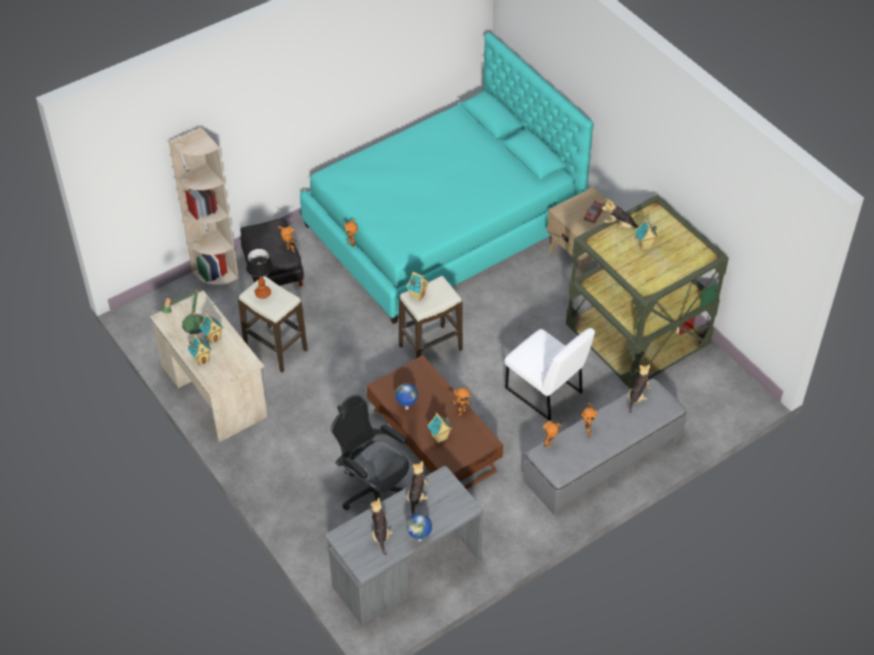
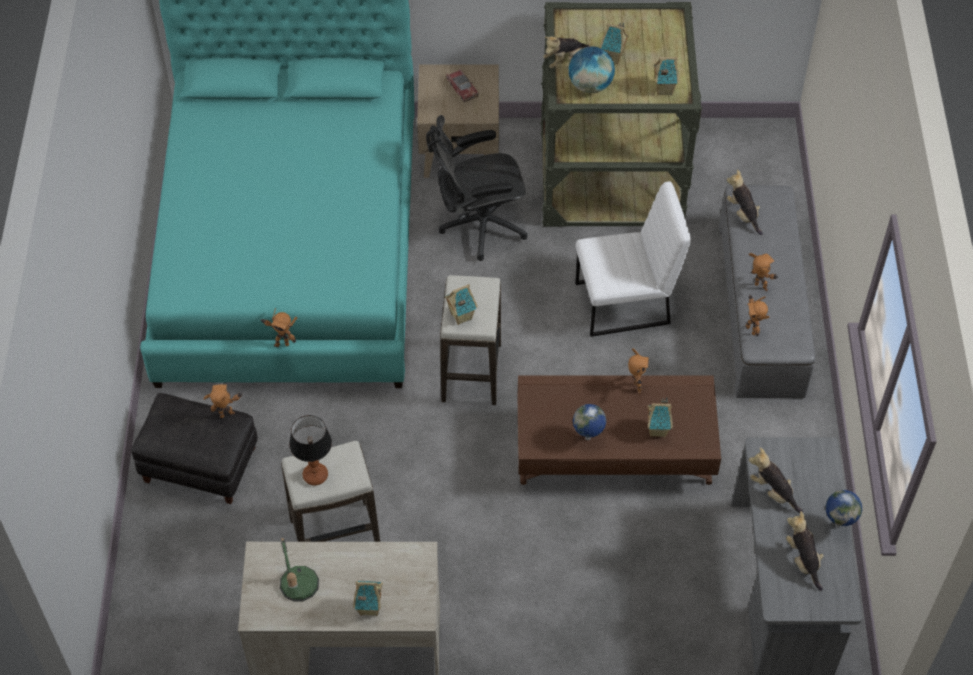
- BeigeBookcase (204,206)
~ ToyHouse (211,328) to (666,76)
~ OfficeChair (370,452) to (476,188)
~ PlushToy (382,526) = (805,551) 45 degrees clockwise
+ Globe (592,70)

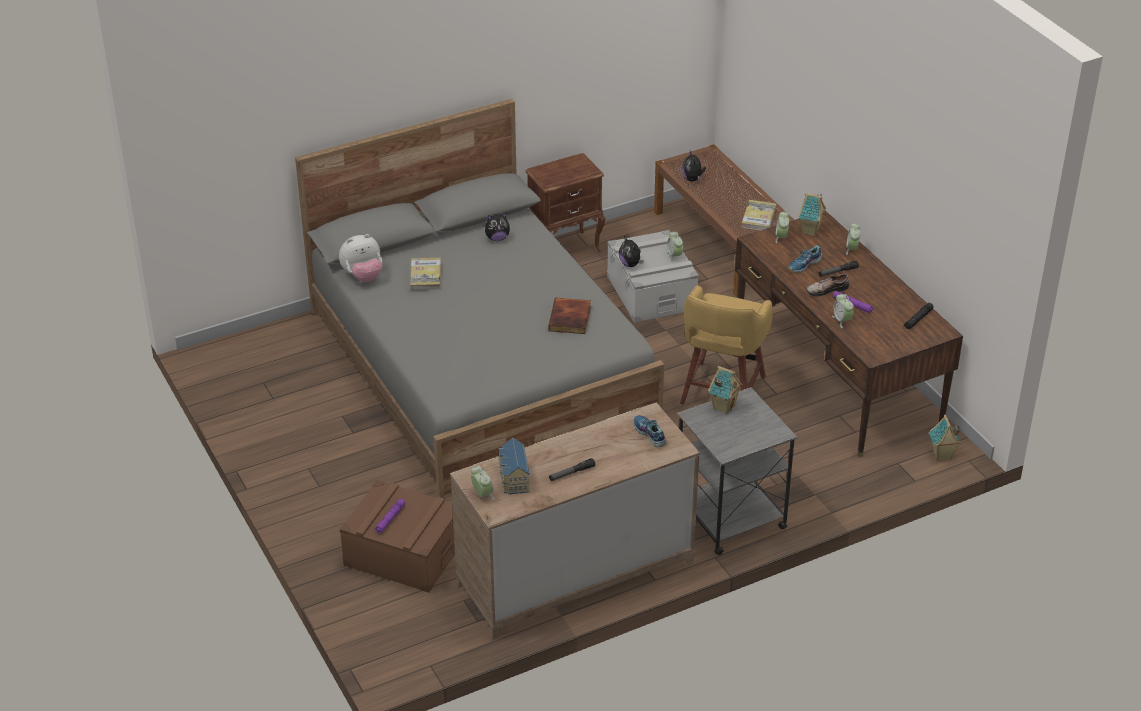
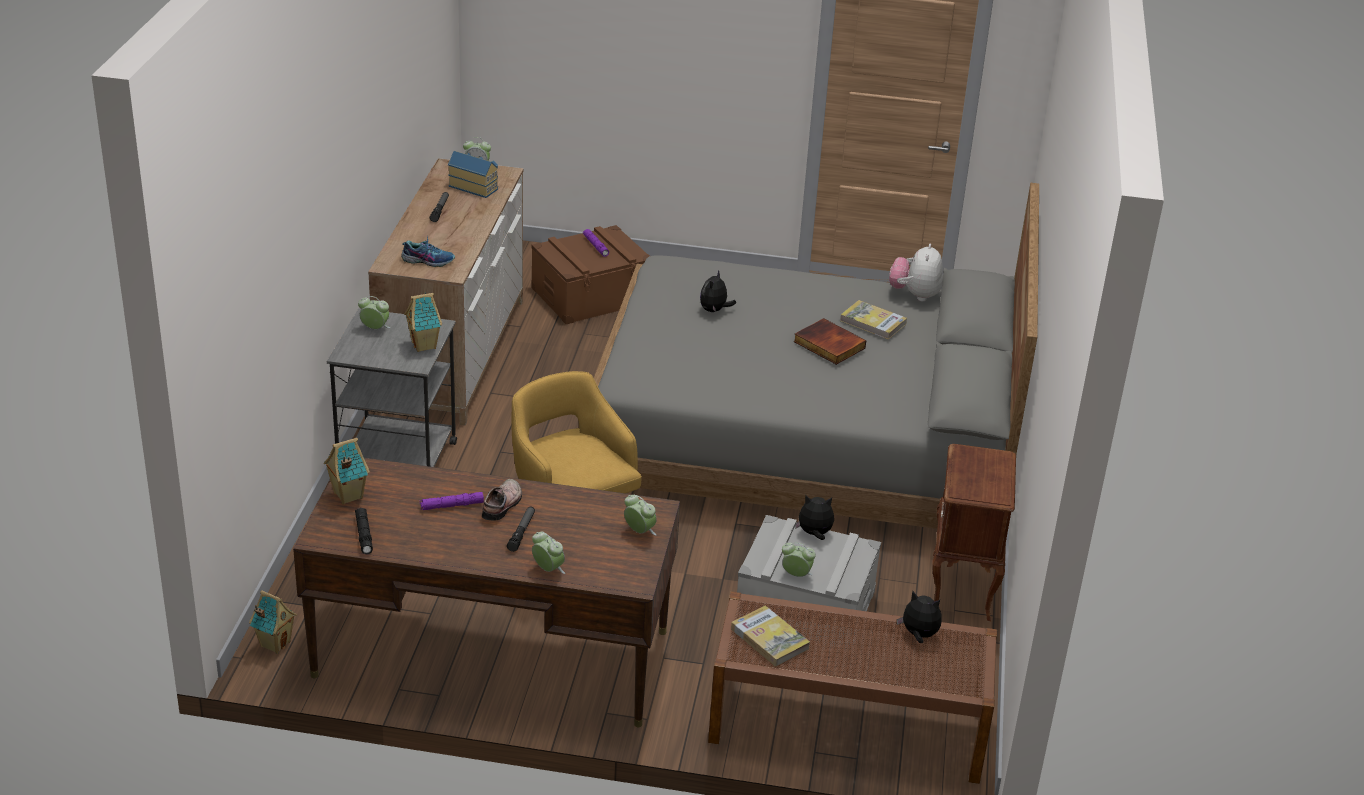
~ ToyHouse (812,214) to (347,471)
~ PlushToy (497,227) to (718,291)
- Shoe (805,259)
~ AlarmClock (843,311) to (374,312)
~ Book (569,316) to (830,341)

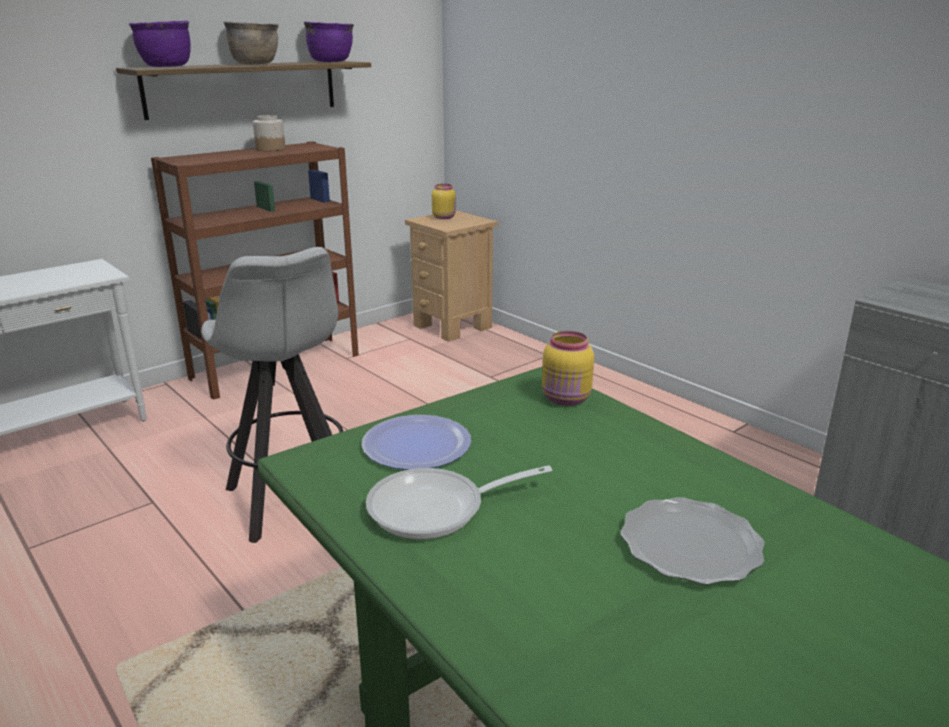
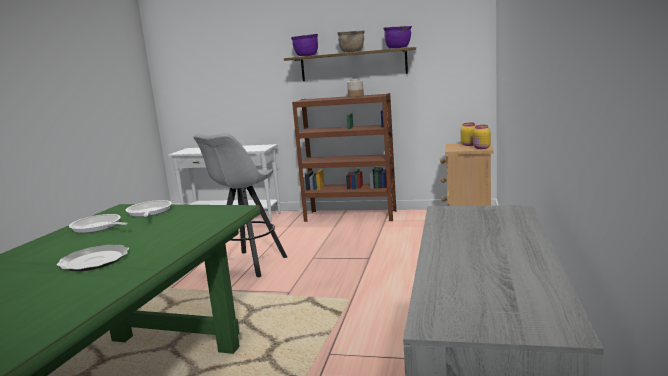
~ YellowJar (568,368) to (482,137)
~ Plate (416,442) to FryingPan (149,208)

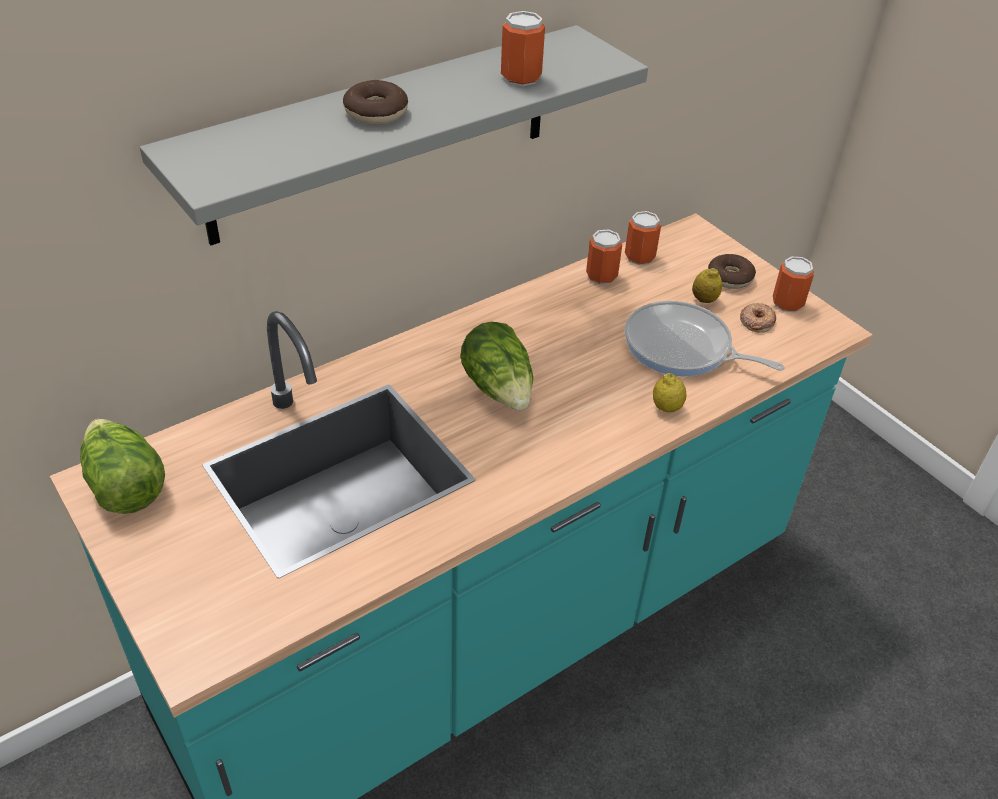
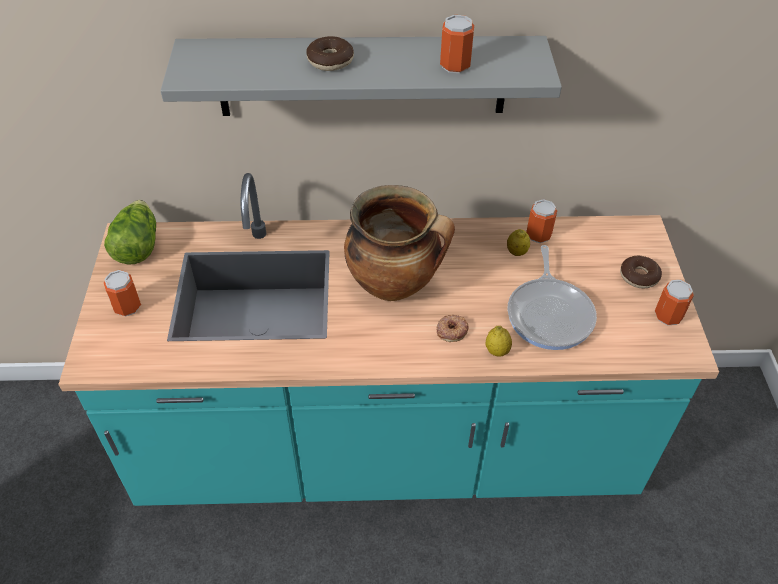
~ Can (643,238) to (122,293)
~ Lemon (707,285) to (518,242)
~ FryingPan (705,338) = (552,297) 150 degrees counterclockwise
~ Donut (758,317) to (453,328)
~ Lettuce (497,365) to CookingPot (399,243)

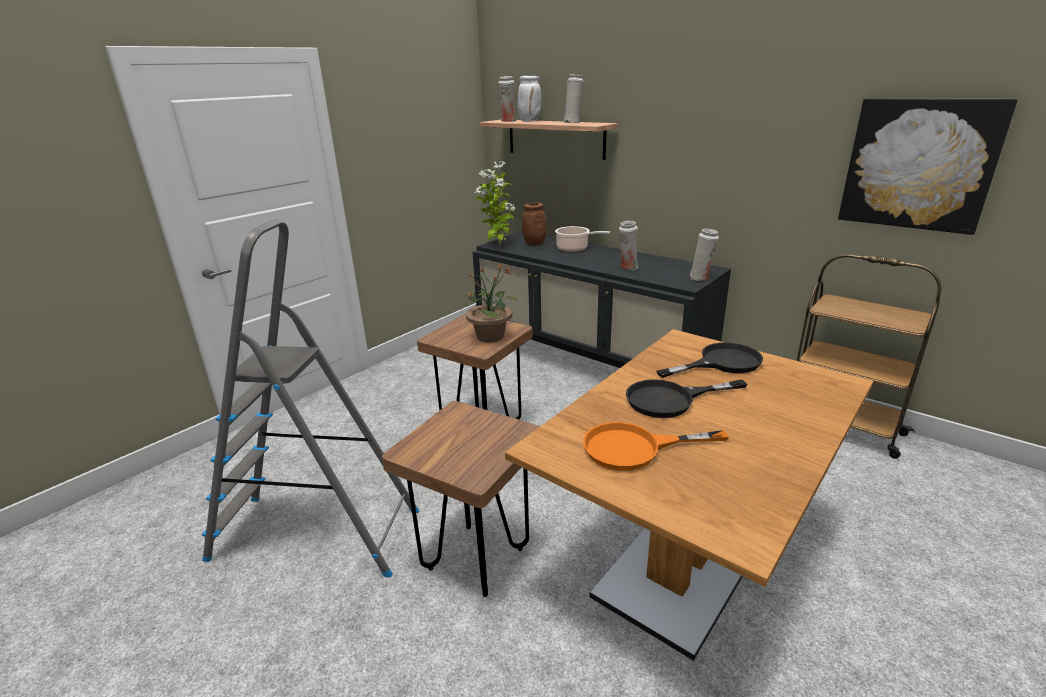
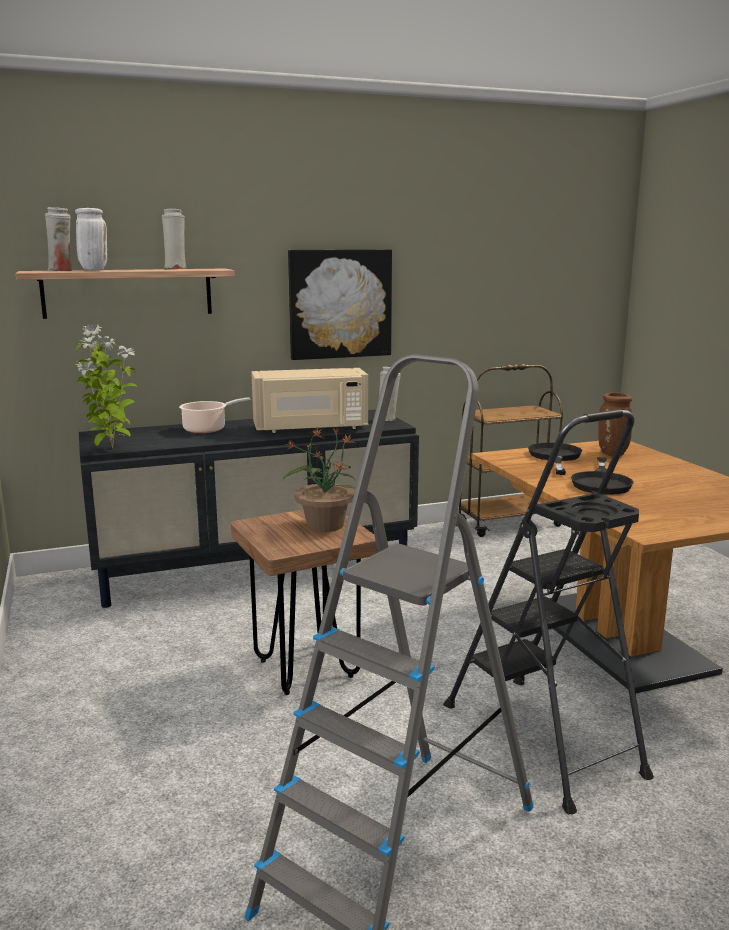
~ Picture (928,166) to (340,304)
~ BrownVase (534,223) to (615,424)
~ WhiteVase (628,245) to BeigeMicrowave (309,400)
~ BrownStool (461,499) to StepLadder (548,612)
- OrangeFryingPan (656,446)

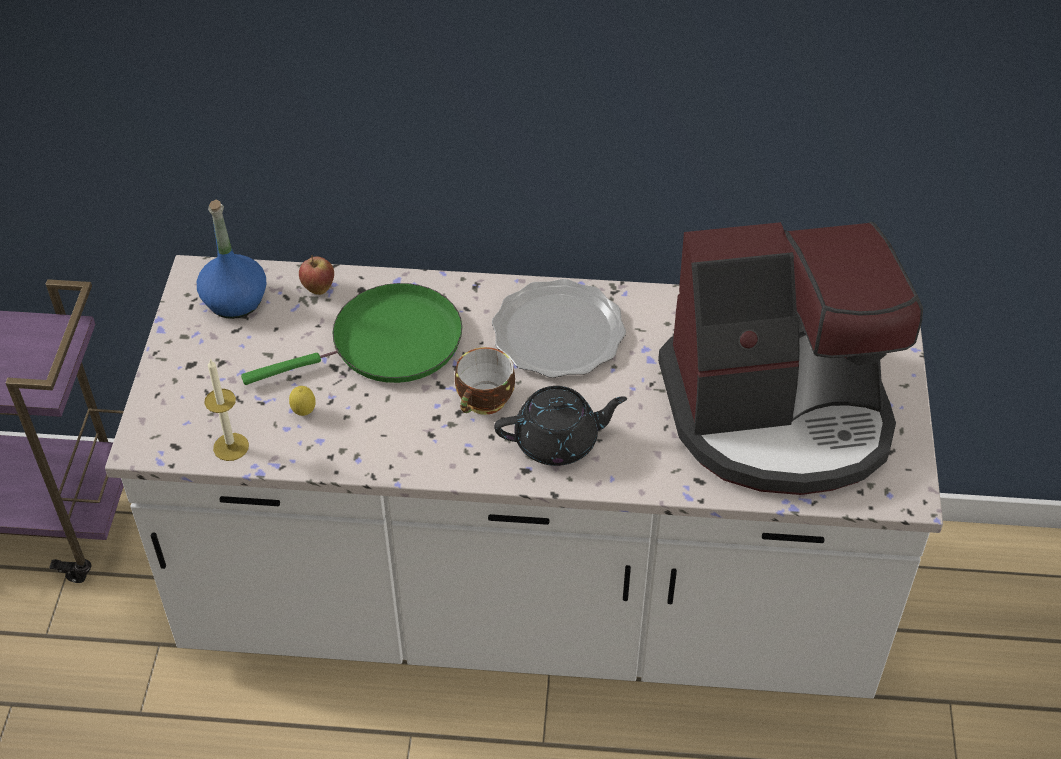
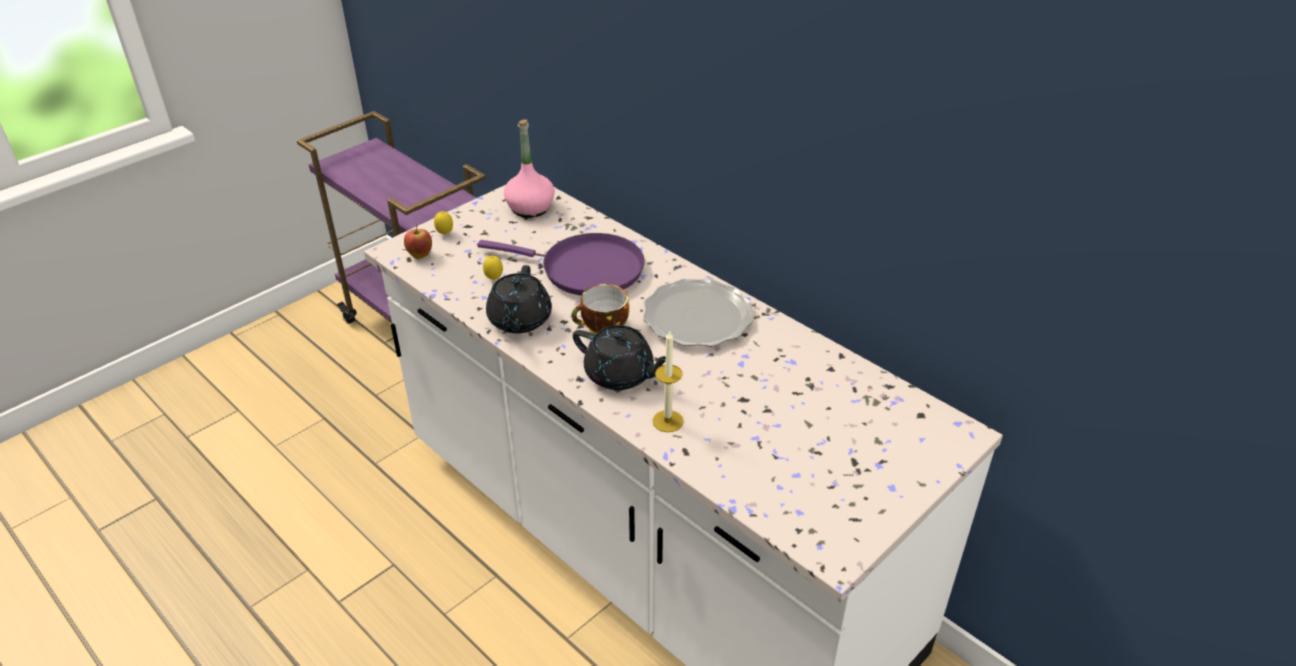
~ BlueBottle (232,259) to PinkBottle (529,168)
- CoffeeMachine (790,358)
~ Apple (316,275) to (418,242)
~ GreenFryingPan (351,334) to PurpleFryingPan (561,264)
~ Candle (226,410) to (668,381)
+ Lemon (443,223)
+ BlackTeapot (519,299)

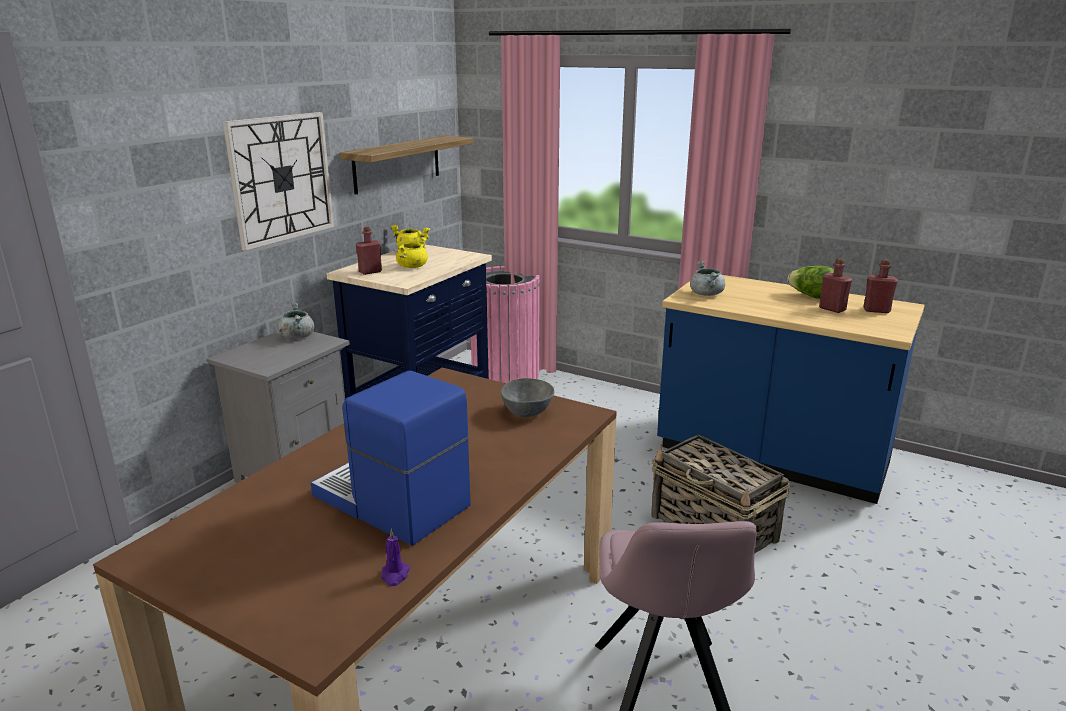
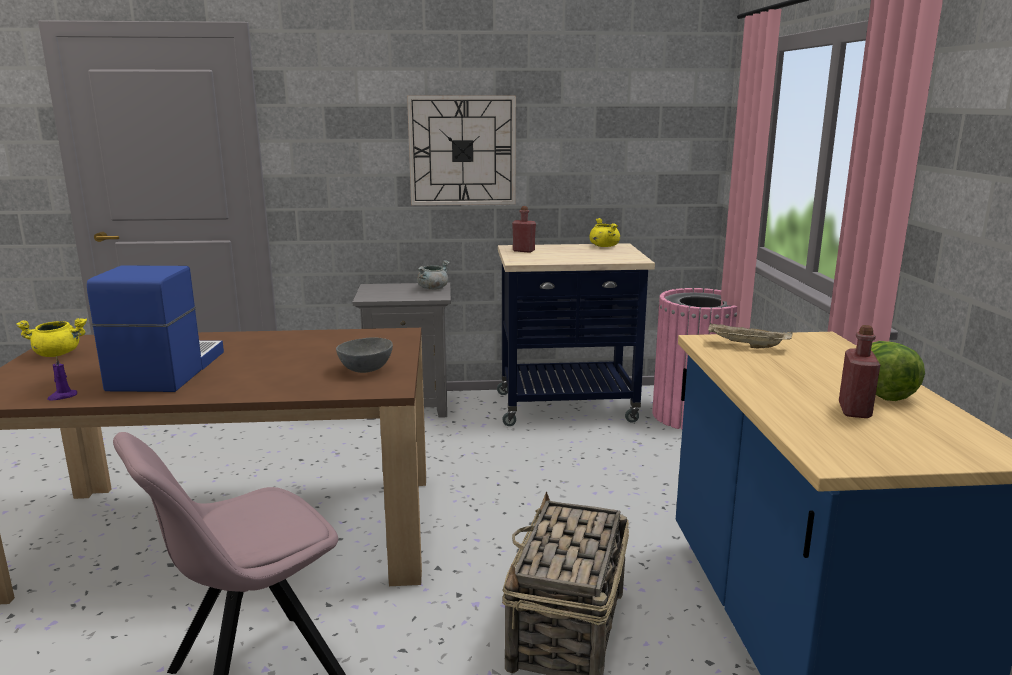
- Shelf (406,165)
~ YellowCookingPot (412,252) to (51,337)
- RedBottle (880,286)
~ GreyCookingPot (707,278) to BeigeTray (750,335)

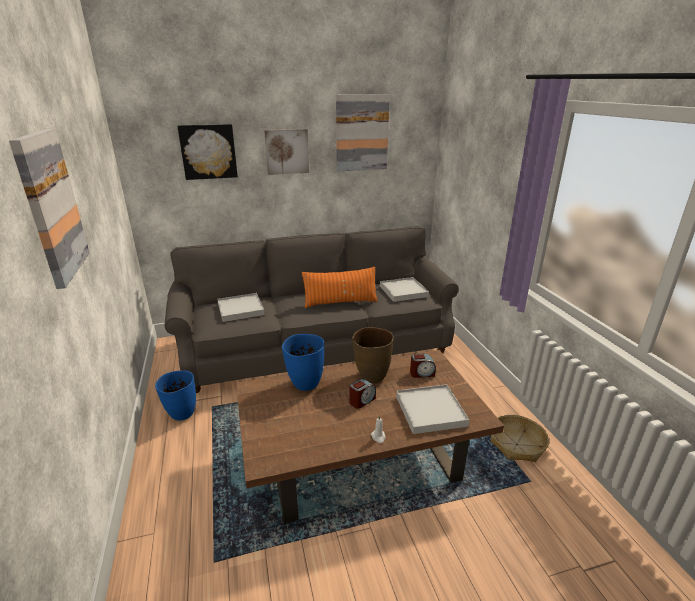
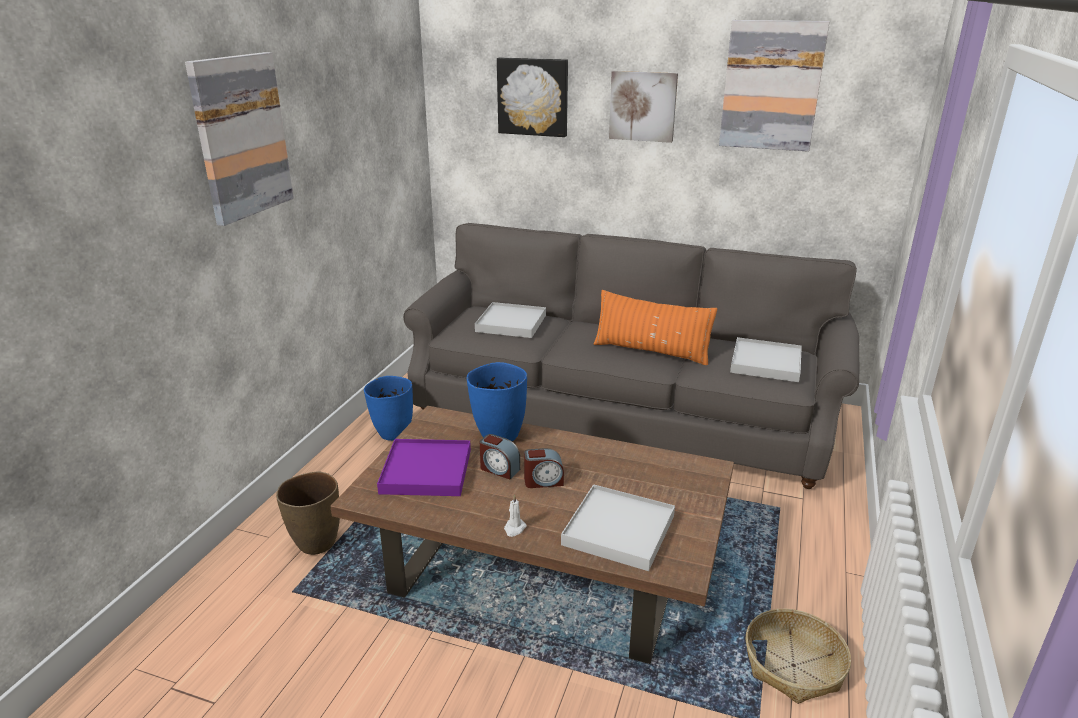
~ BrownVase (373,355) to (308,513)
~ AlarmClock (423,366) to (500,456)
+ PurpleTray (424,467)

